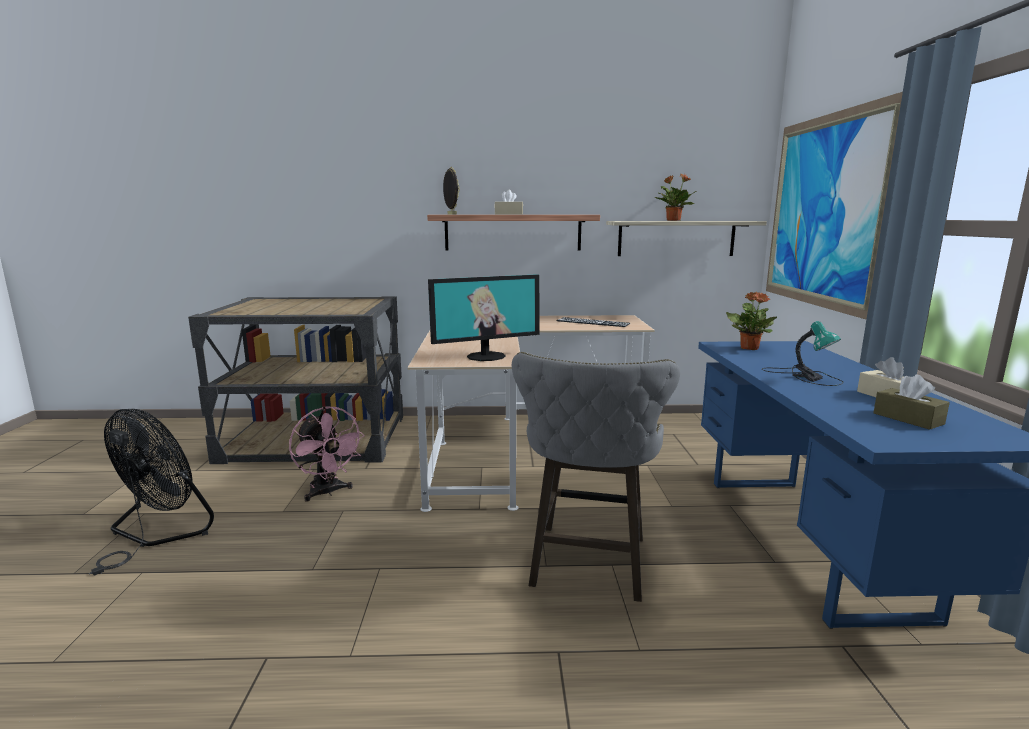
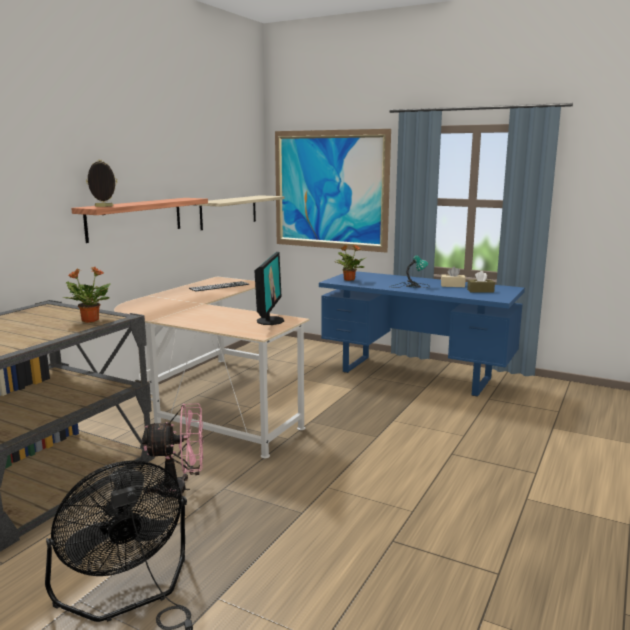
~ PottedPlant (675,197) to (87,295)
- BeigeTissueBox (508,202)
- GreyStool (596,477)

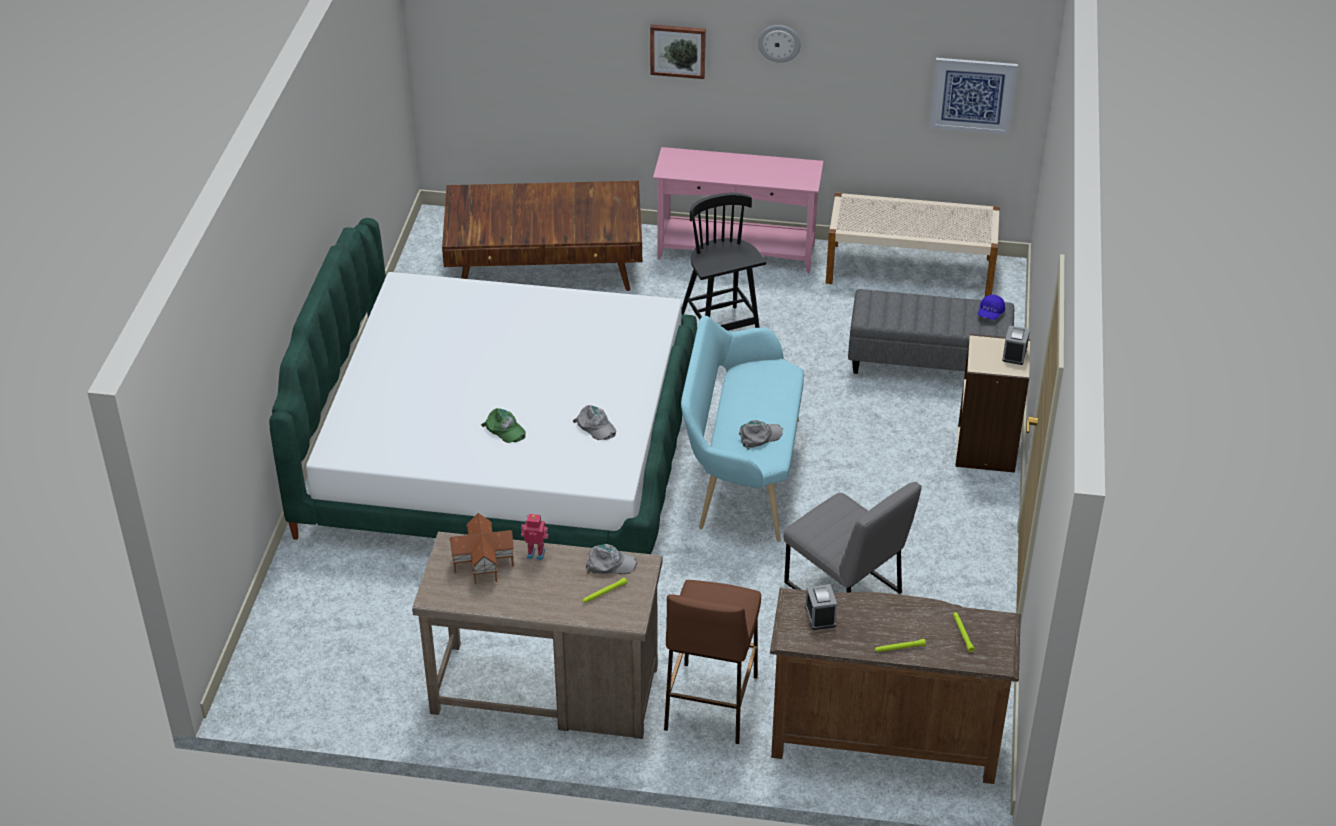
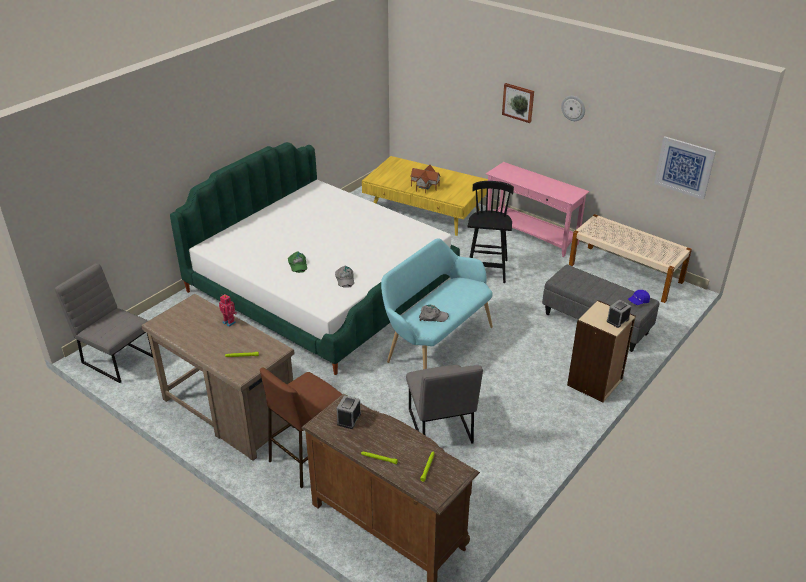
~ BrownCoffeeTable (542,236) to YellowCoffeeTable (425,196)
~ ToyHouse (481,548) to (426,179)
- GreyCap (611,559)
+ GreyChair (104,323)

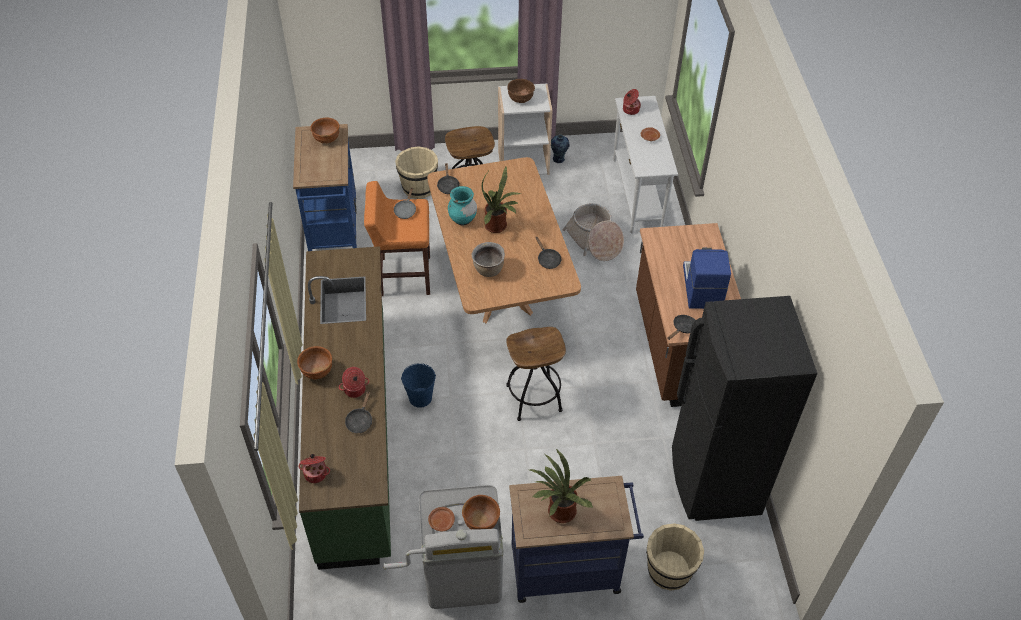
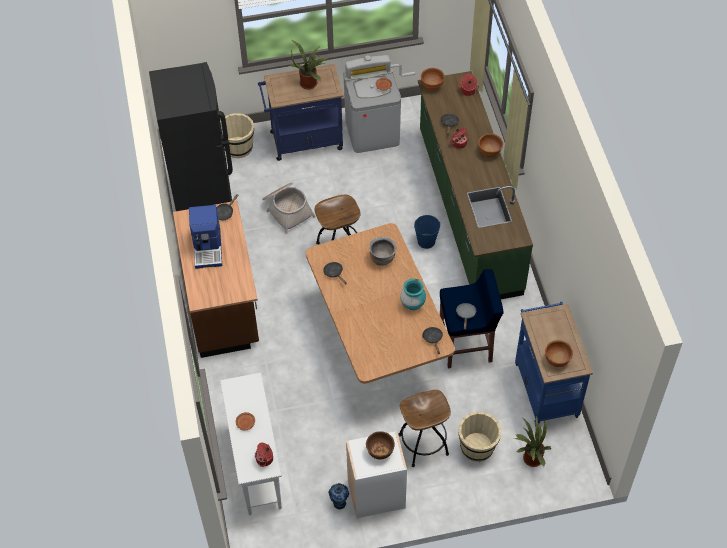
~ PottedPlant (501,200) to (532,441)
~ OrangeStool (397,238) to BlueStool (472,319)
~ Basket (593,232) to (289,208)
~ BrownBowl (481,512) to (433,79)

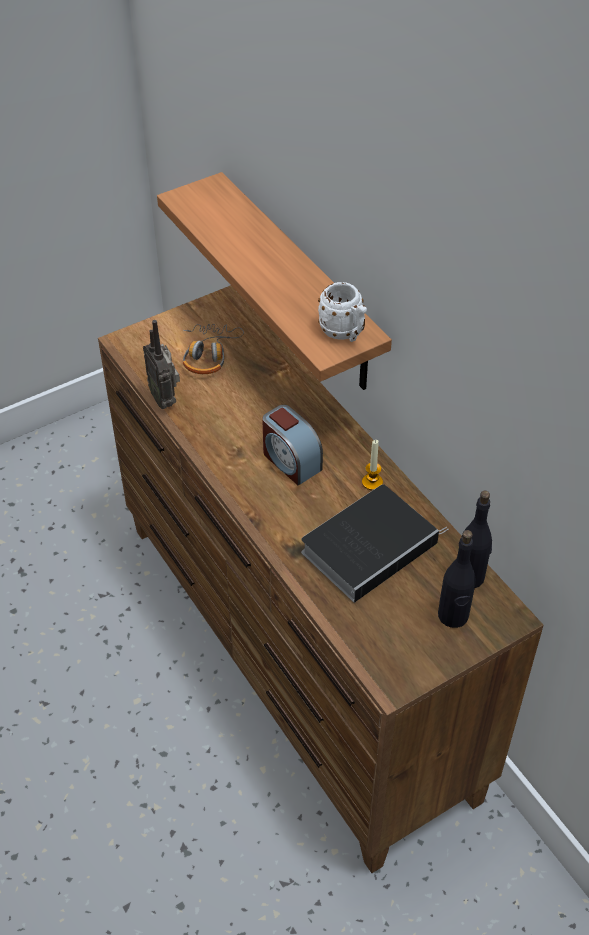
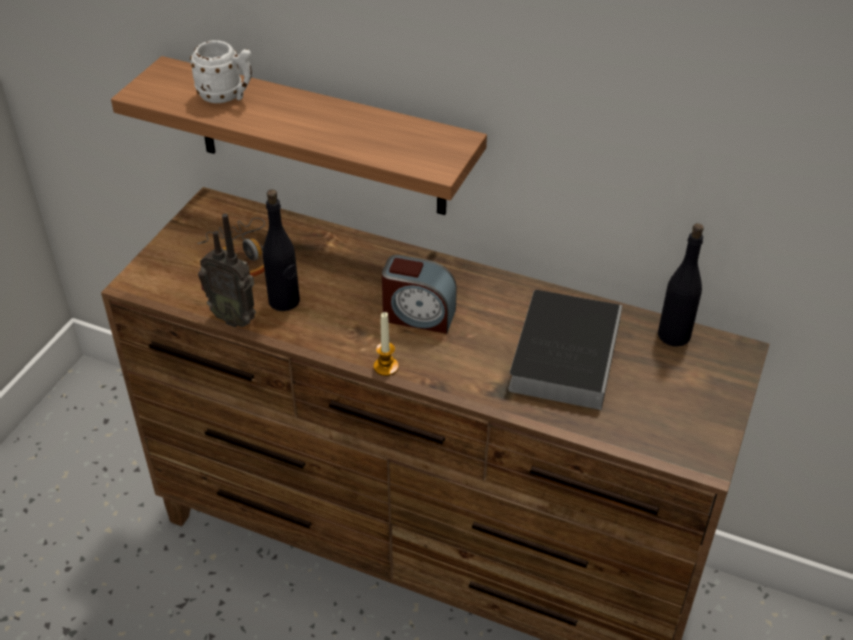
~ WhiteMug (342,312) to (221,71)
~ Candle (372,465) to (386,344)
~ BlackBottle (457,579) to (281,250)

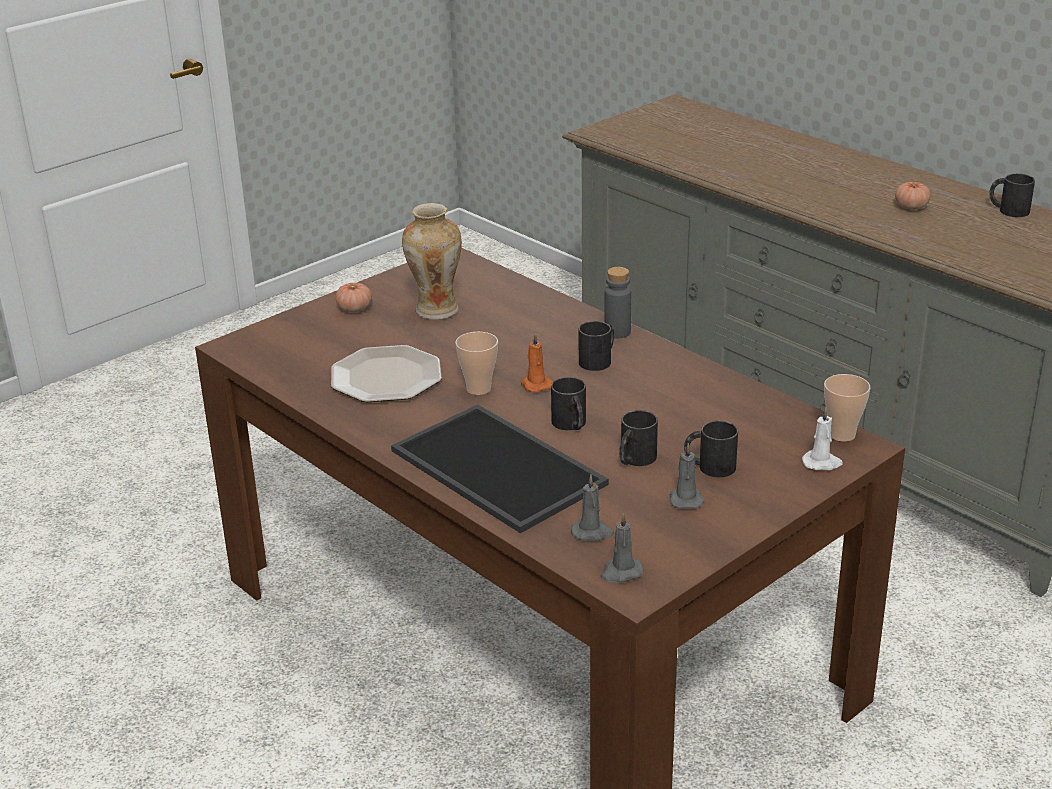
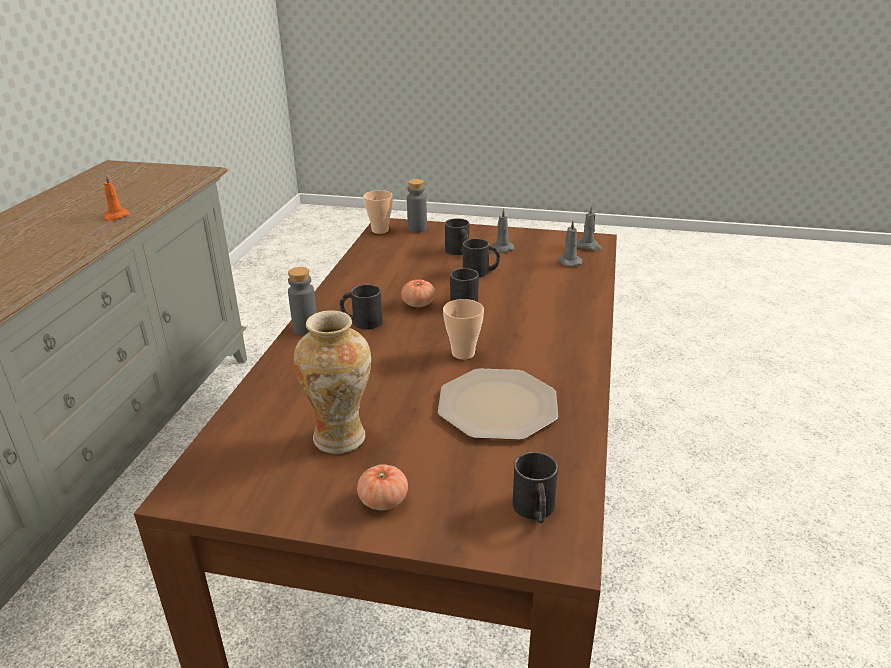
~ BlackMug (1012,195) to (535,487)
~ Tomato (913,196) to (418,293)
~ OrangeCandle (537,362) to (116,197)
- Tray (500,469)
~ WhiteCandle (822,438) to GreyBottle (417,206)

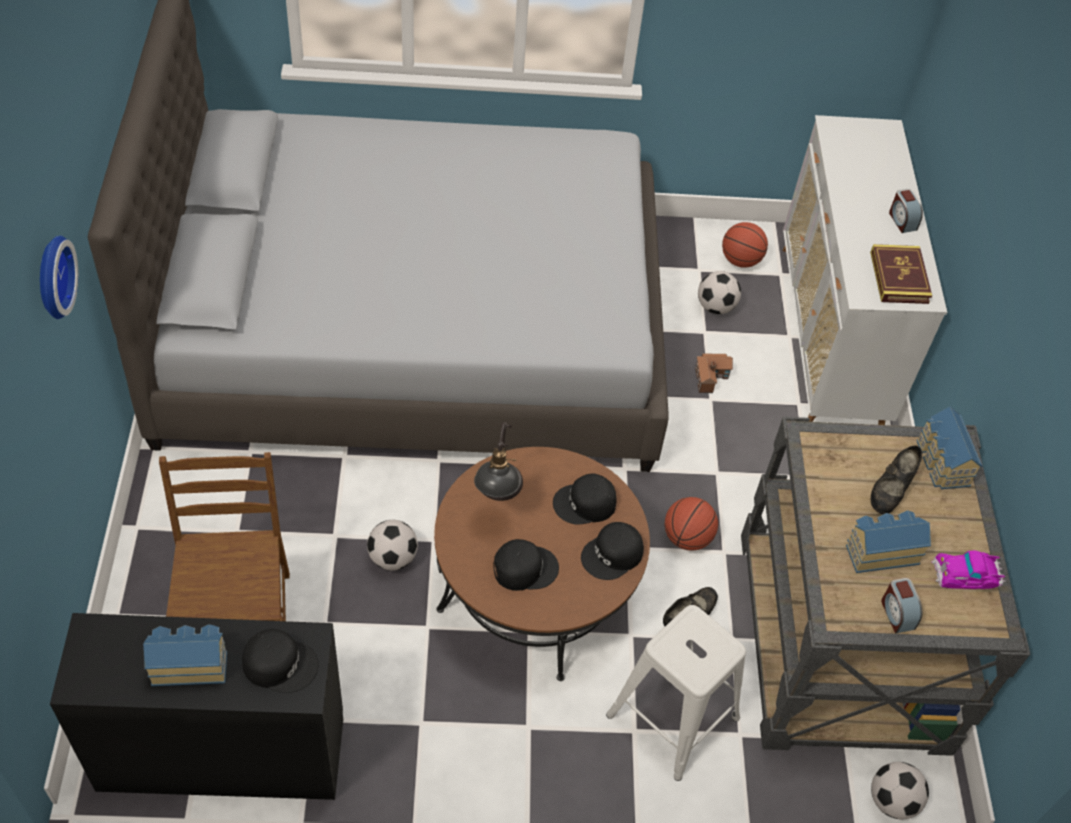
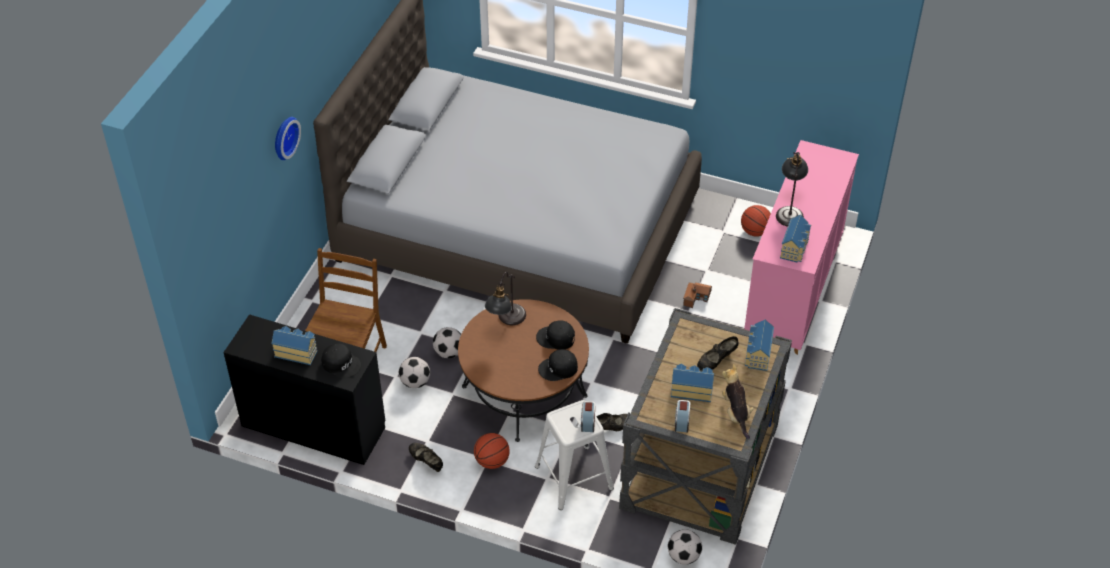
~ WhiteCabinet (864,270) to PinkCabinet (801,247)
~ AlarmClock (906,211) to (588,416)
~ Book (901,274) to ToyHouse (795,238)
~ Football (719,292) to (414,372)
~ Basketball (691,524) to (492,451)
- BlackCap (526,565)
~ ToyCar (968,569) to PlushToy (738,401)
+ GreyTableLamp (792,189)
+ BlackShoe (426,457)

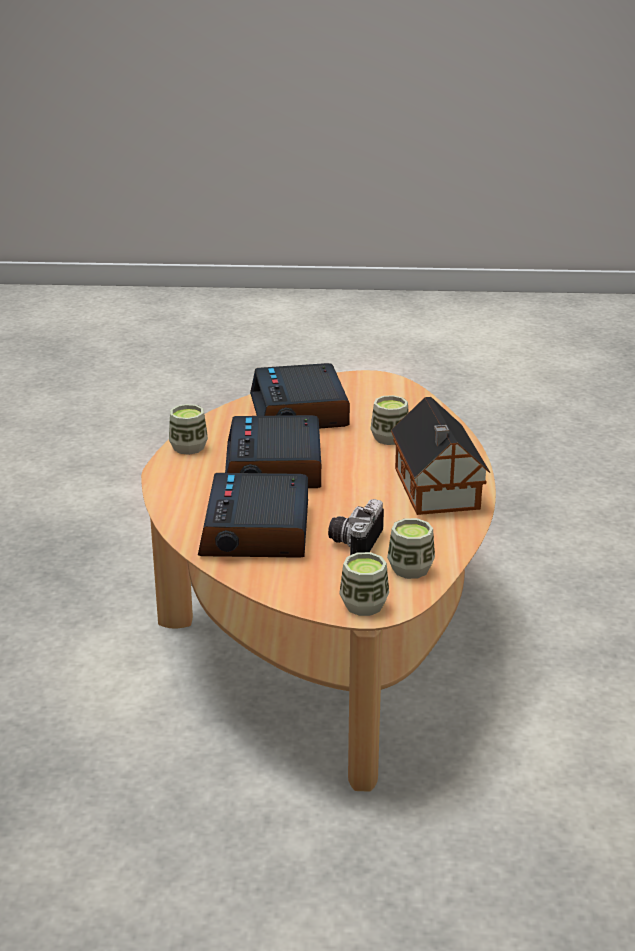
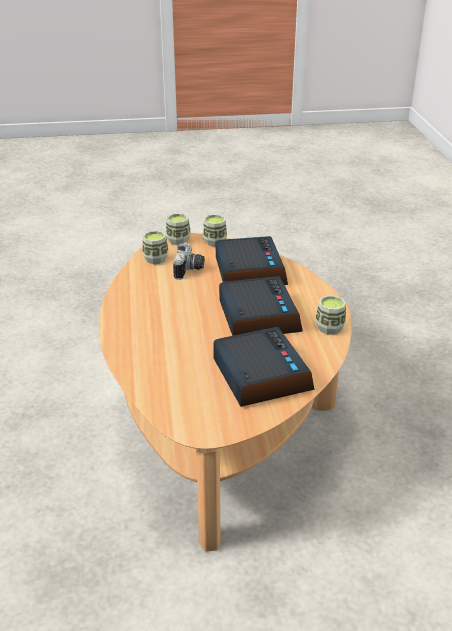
~ Cup (389,420) to (215,230)
- ToyHouse (440,456)

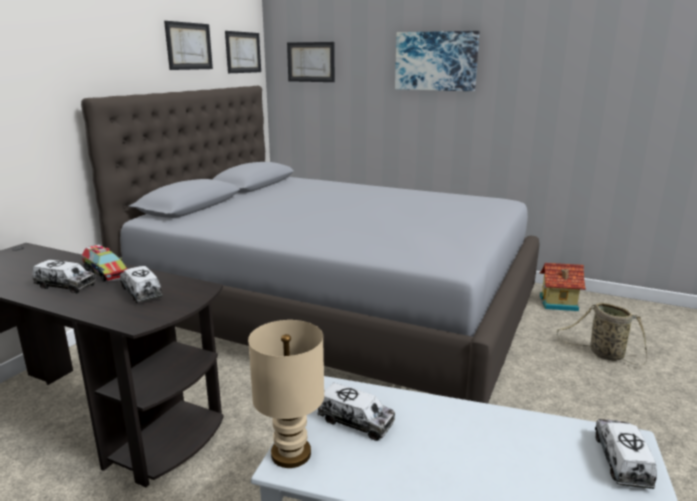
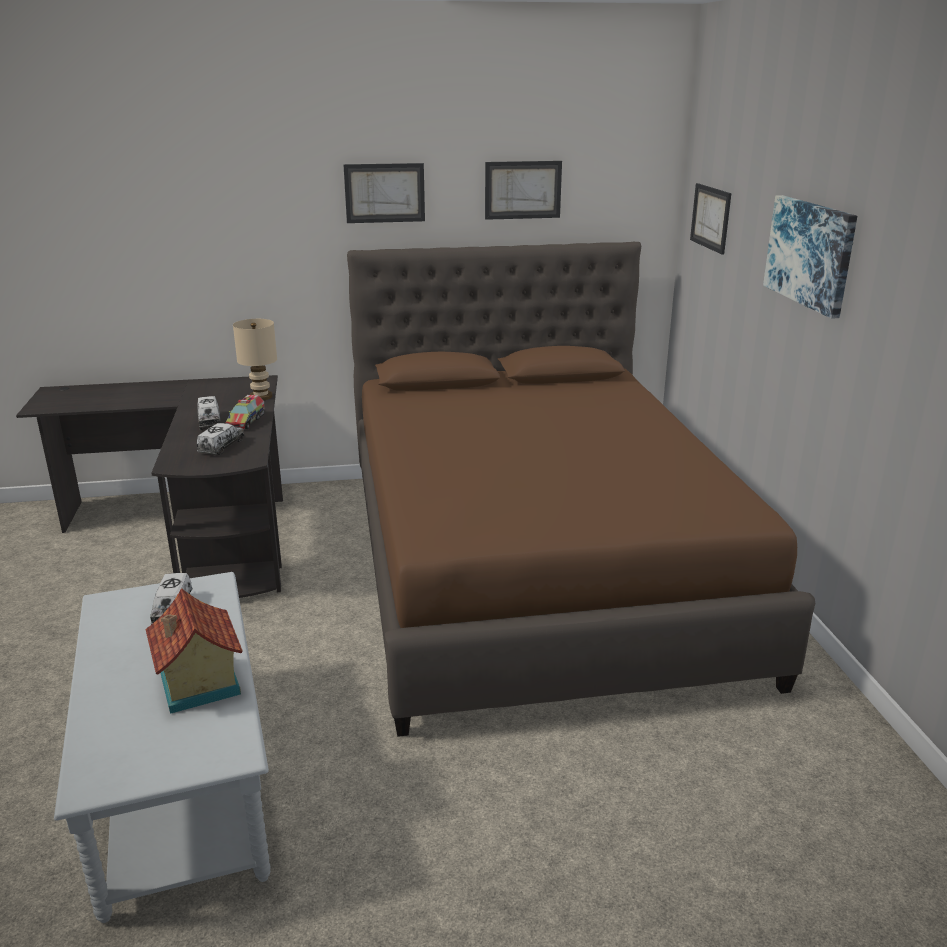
~ Picture (243,52) to (384,193)
~ GreyBed (310,245) to BrownBed (581,489)
~ ToyHouse (563,287) to (194,651)
- Basket (602,334)
~ BeigeTableLamp (286,394) to (255,359)
- ToyTruck (626,454)

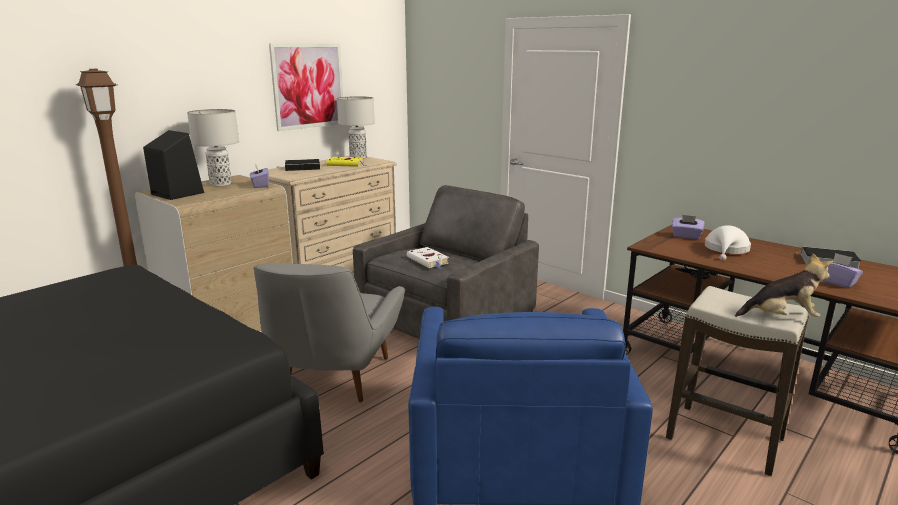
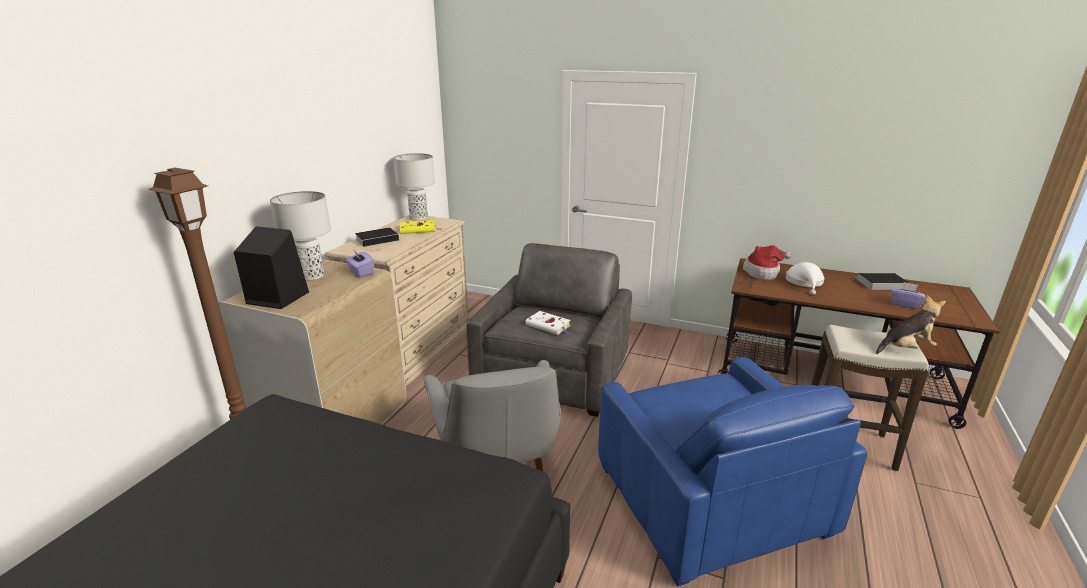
- Picture (306,87)
~ PurpleTissueBox (688,227) to Hat (767,262)

